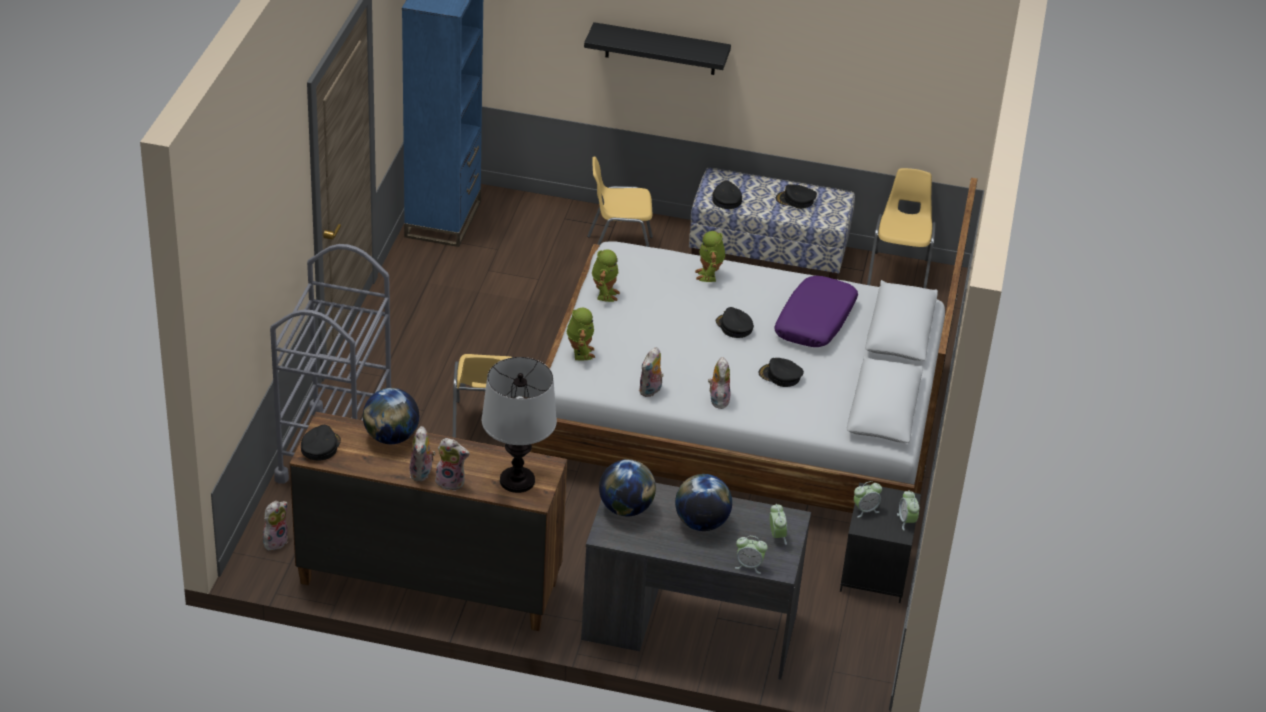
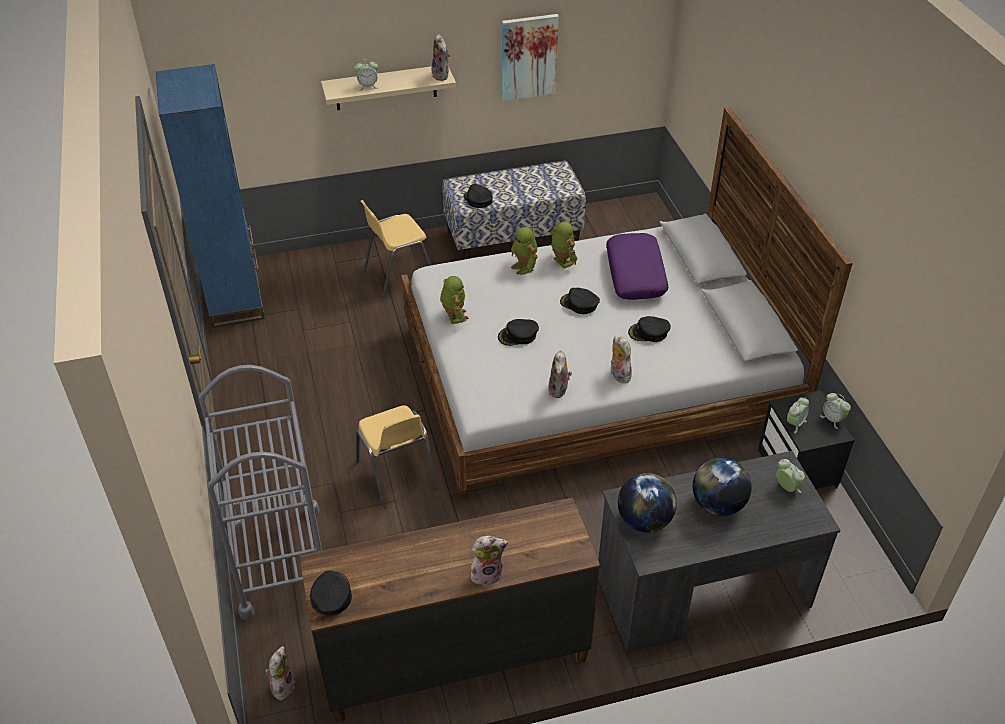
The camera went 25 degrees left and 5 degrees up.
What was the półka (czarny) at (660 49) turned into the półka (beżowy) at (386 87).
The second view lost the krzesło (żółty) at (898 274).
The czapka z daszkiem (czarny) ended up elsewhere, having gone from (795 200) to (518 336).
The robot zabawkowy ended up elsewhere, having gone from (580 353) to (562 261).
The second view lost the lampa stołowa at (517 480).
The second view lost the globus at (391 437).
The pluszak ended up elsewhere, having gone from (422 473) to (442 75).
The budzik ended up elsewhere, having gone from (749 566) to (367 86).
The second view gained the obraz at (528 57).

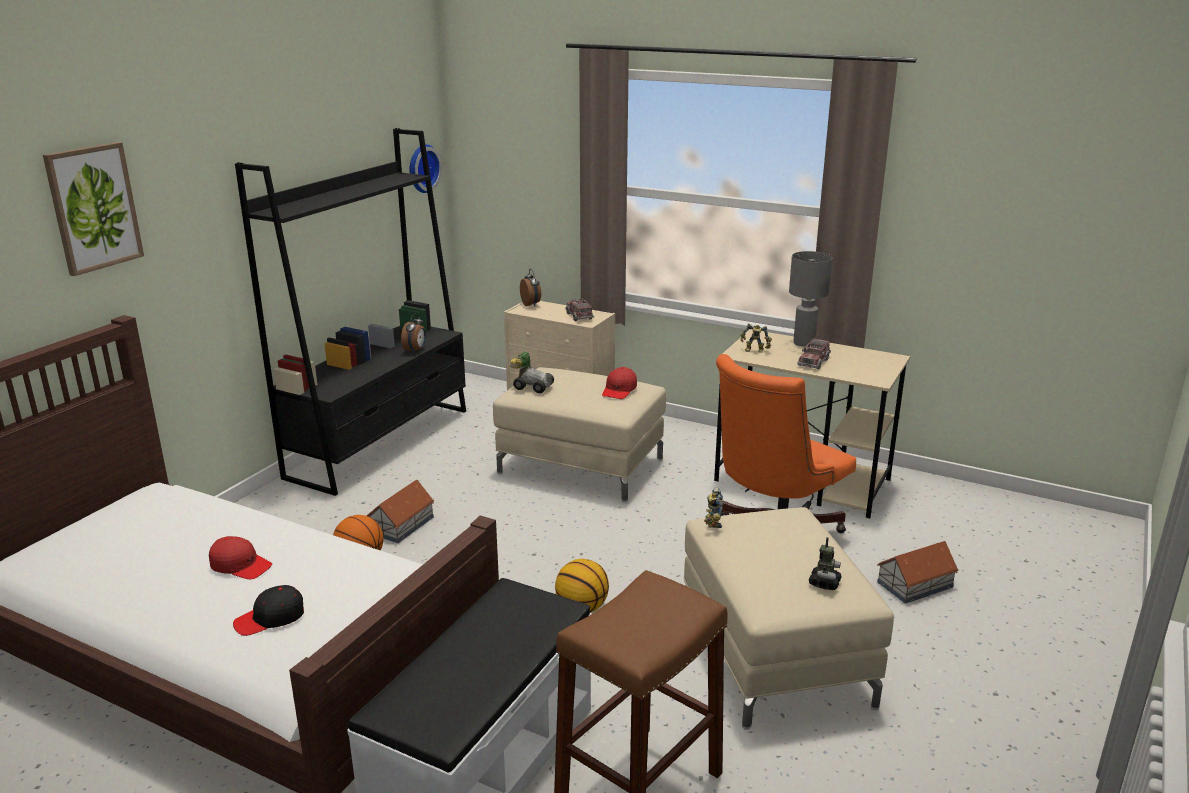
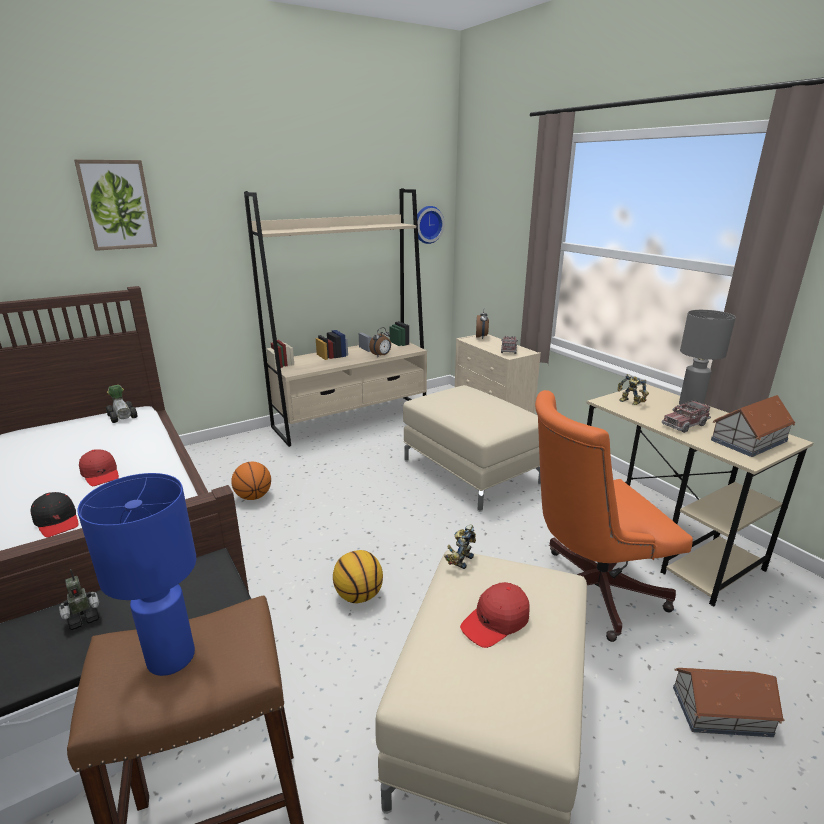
The camera went 30 degrees right and 0 degrees up.
What was the regał (czarny) at (380 442) turned into the regał (beżowy) at (352 418).
The samochodzik ended up elsewhere, having gone from (532 386) to (123 416).
The czapka z daszkiem (czerwony) ended up elsewhere, having gone from (619 390) to (496 622).
The domek ended up elsewhere, having gone from (402 524) to (749 440).
The robot zabawkowy ended up elsewhere, having gone from (824 583) to (83 618).
The czapka z daszkiem (czarny) at (270 618) ended up facing another way, 135 degrees counterclockwise from before.
The second view gained the lampa stołowa (niebieski) at (172 657).

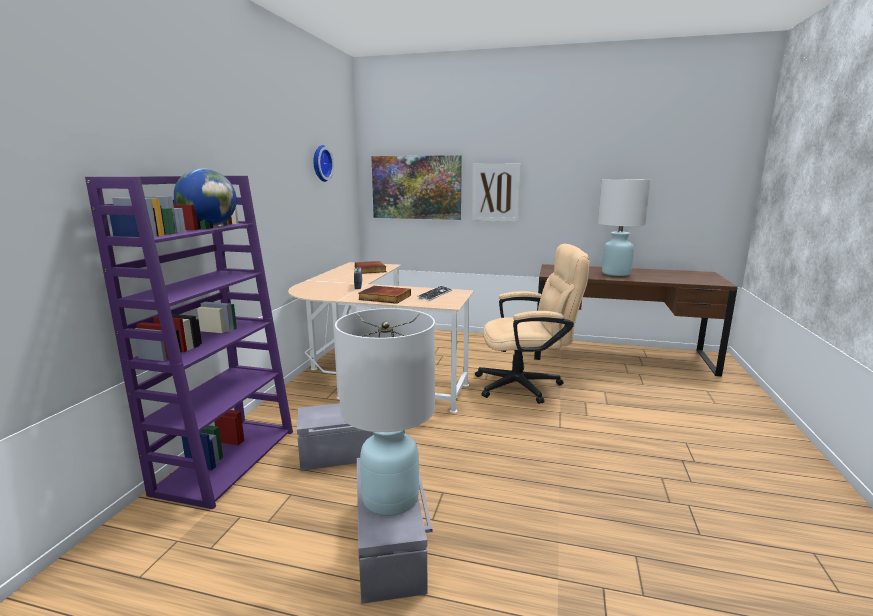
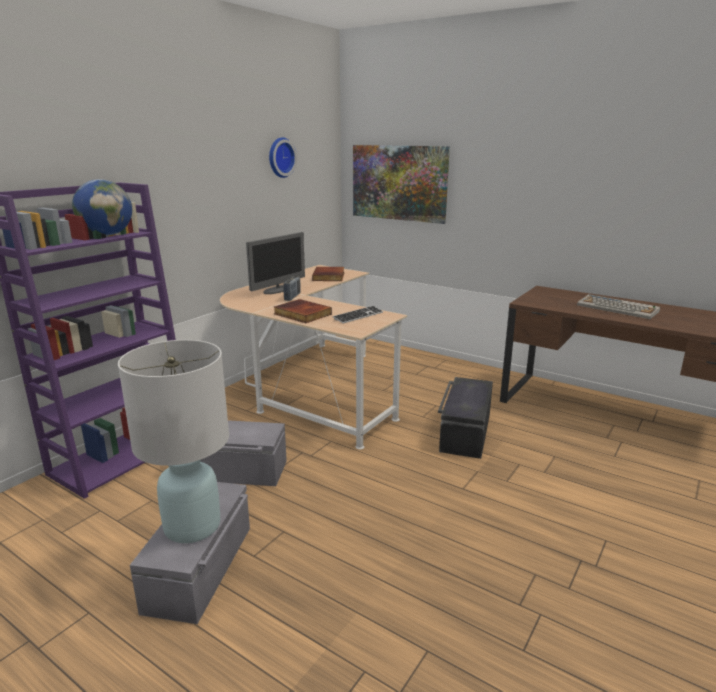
The camera went 20 degrees right and 5 degrees up.
The second view lost the obraz at (495 192).
Where the lampa stołowa (biały) stood at (616 273), the klawiatura came to stand at (618 308).
Where the krzesło biurowe (beżowy) stood at (526 385), the pojemnik do przechowywania (czarny) came to stand at (464 432).
The second view gained the monitor at (278 290).

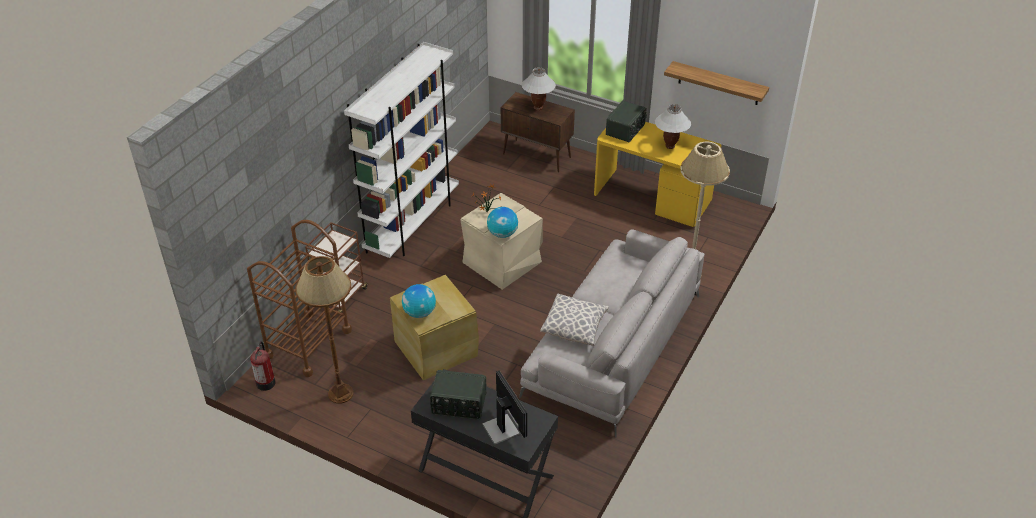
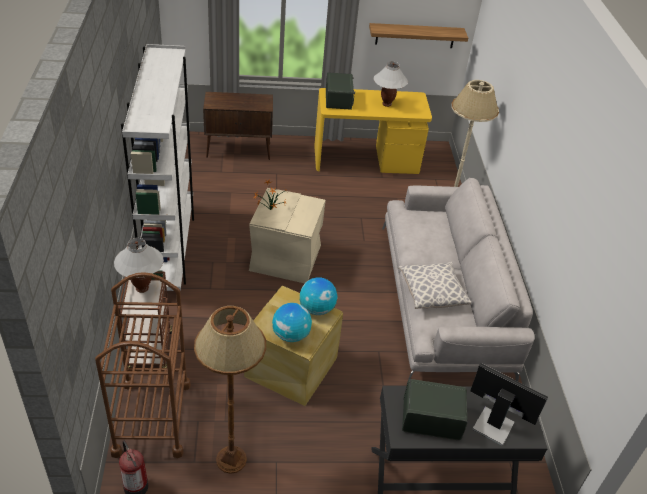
The camera went 35 degrees left and 0 degrees up.
The lampa stołowa (biały) ended up elsewhere, having gone from (538 108) to (142 288).
The globus ended up elsewhere, having gone from (502 234) to (317 309).
The radio at (458 404) ended up facing another way, 150 degrees counterclockwise from before.

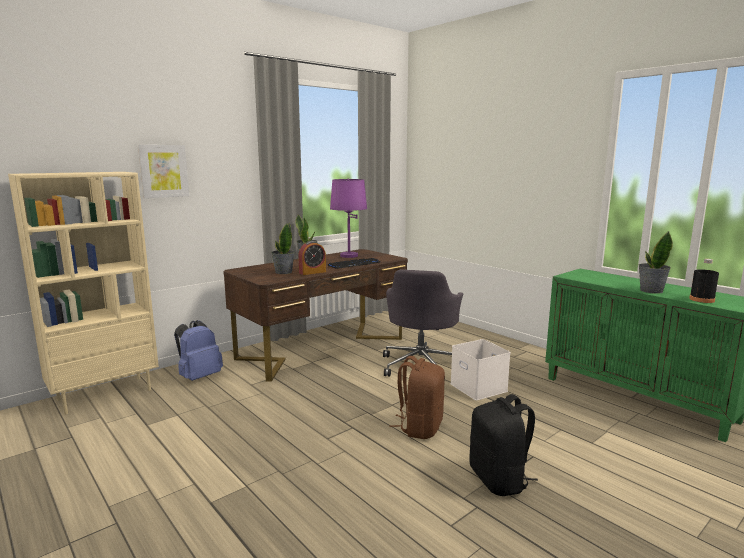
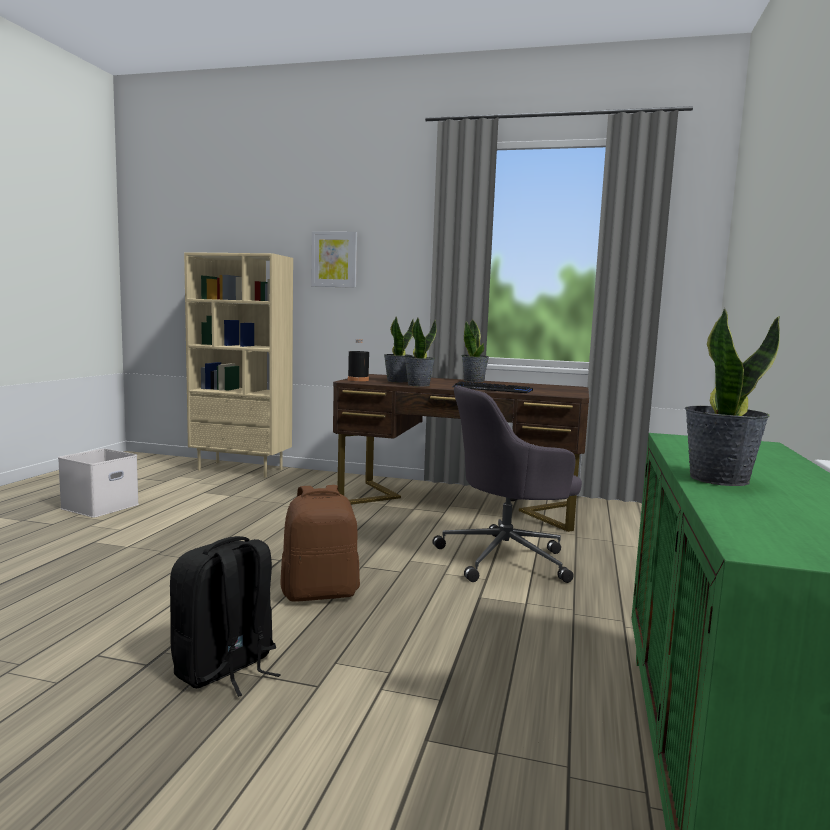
The camera went 55 degrees right and 5 degrees down.
The second view lost the lampa stołowa (fioletowy) at (348 256).
Where the budzik stood at (312 272), the roślina doniczkowa came to stand at (418 385).
The butelka (czarny) ended up elsewhere, having gone from (701 299) to (358 380).
The second view lost the plecak (niebieski) at (199 377).
The pojemnik do przechowywania (biały) ended up elsewhere, having gone from (477 387) to (100 506).

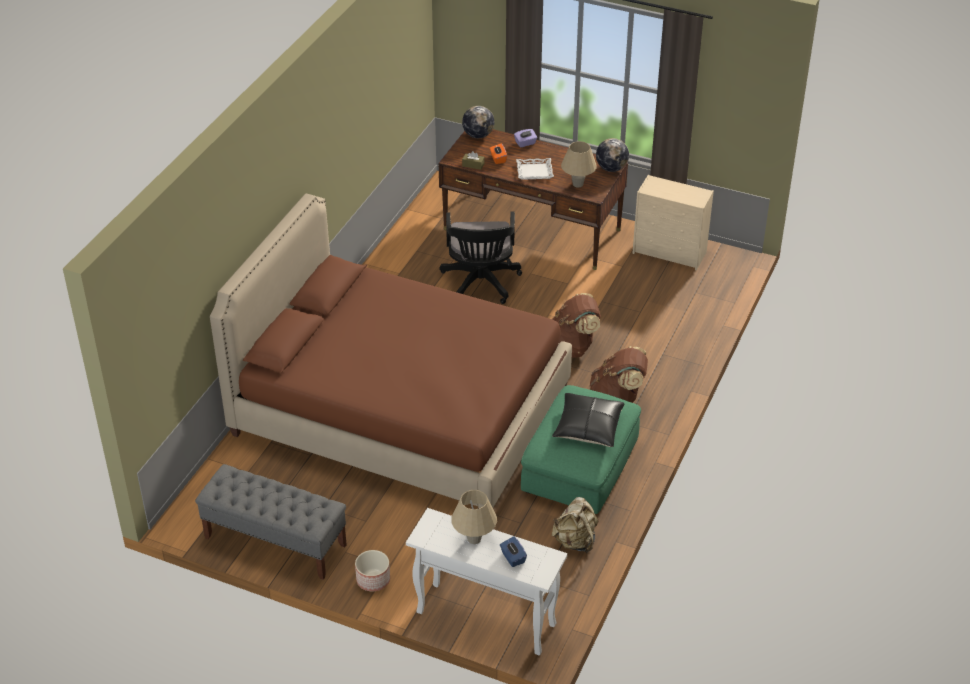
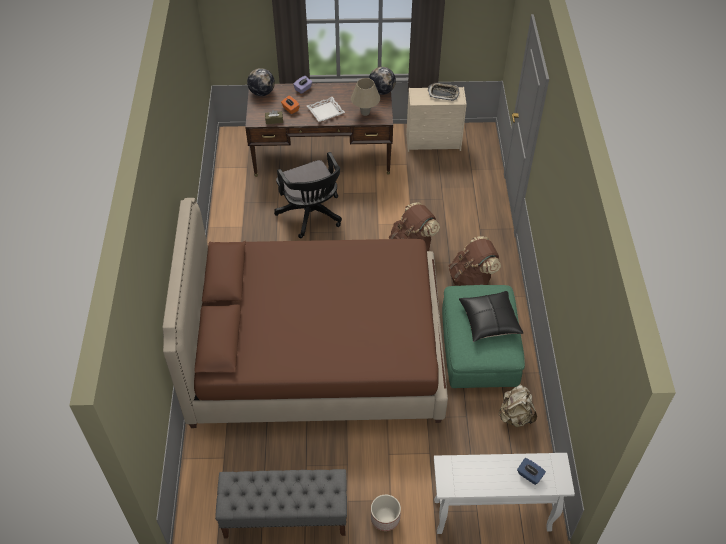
The camera went 25 degrees left and 10 degrees up.
The second view lost the lampa stołowa (beżowy) at (474 539).
The second view gained the taca at (443 93).

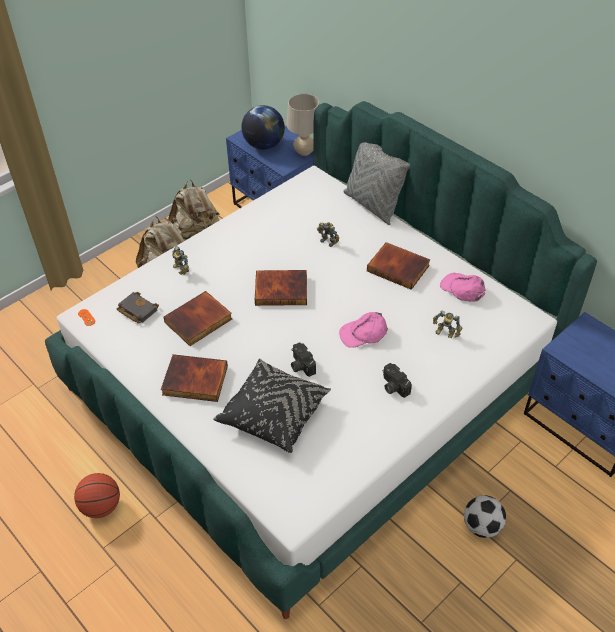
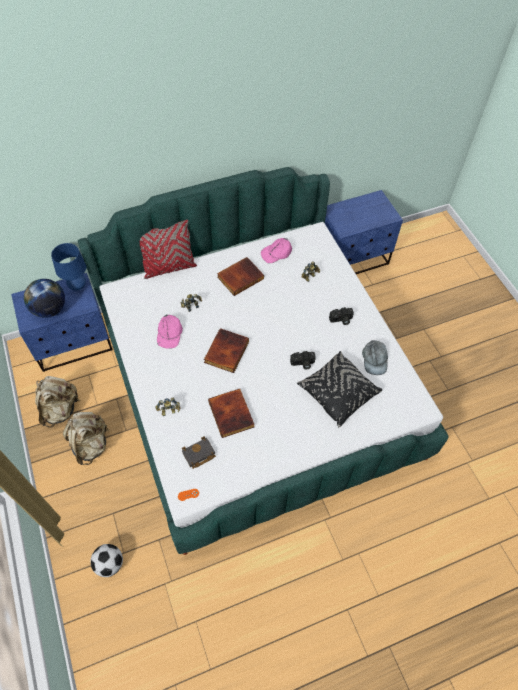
The camera went 70 degrees left and 10 degrees up.
What was the lampa stołowa (beżowy) at (304 152) turned into the lampa stołowa (niebieski) at (78 286).
What was the poduszka (szary) at (372 205) turned into the poduszka (czerwony) at (169 267).
The czapka z daszkiem (różowy) ended up elsewhere, having gone from (363 333) to (169 333).
The second view lost the książka at (194 381).
The second view lost the piłka do koszykówki at (101 506).
The piłka futbolowa ended up elsewhere, having gone from (481 526) to (109 564).
The second view gained the czapka z daszkiem (szary) at (374 359).

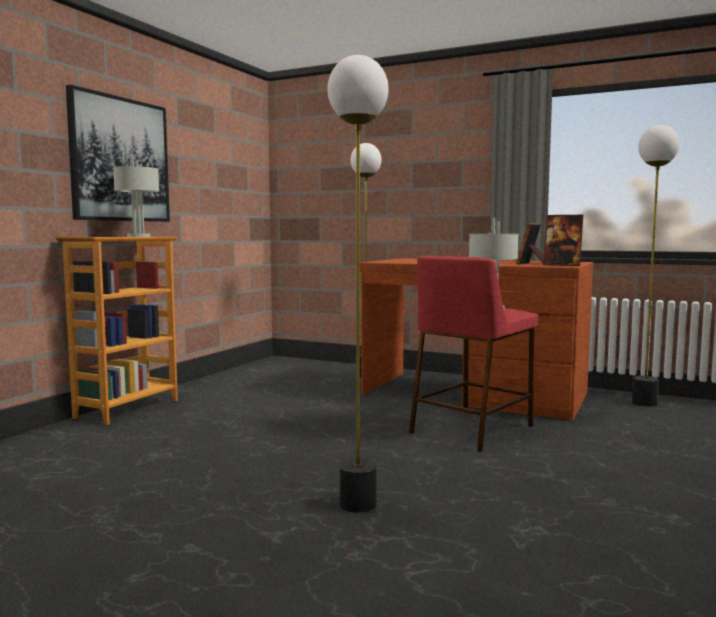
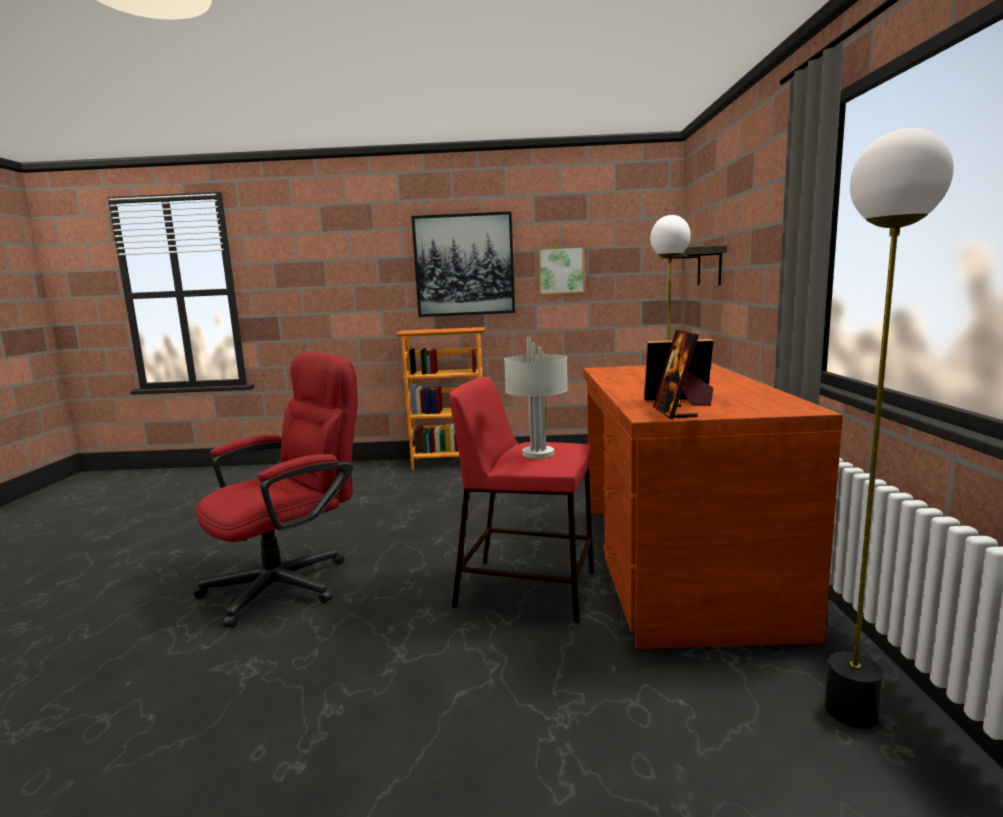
The camera went 65 degrees right and 5 degrees up.
Where the lampa stojąca stood at (358 504), the krzesło biurowe (czerwony) came to stand at (291 582).
The second view lost the lampa stołowa (szary) at (139 236).
The second view gained the półka at (709 266).
The second view gained the obraz at (561 270).

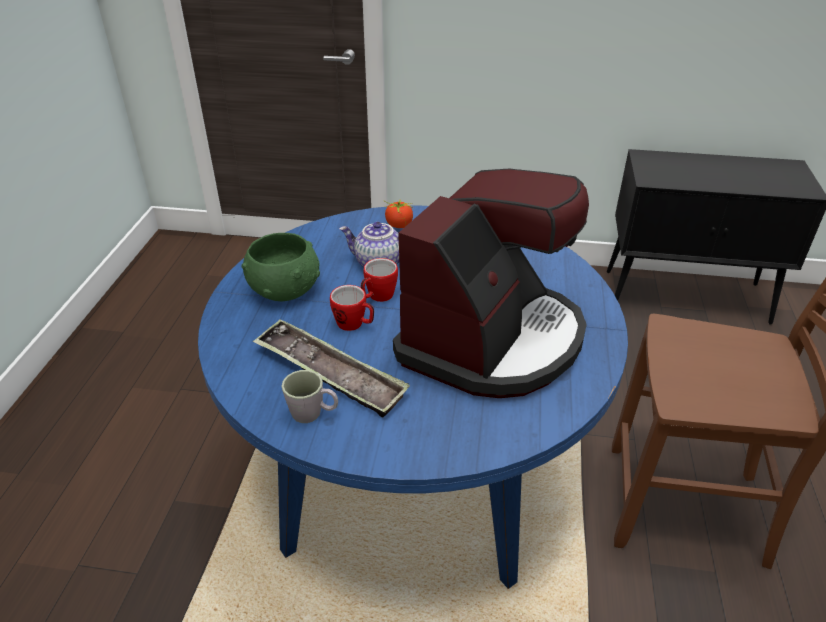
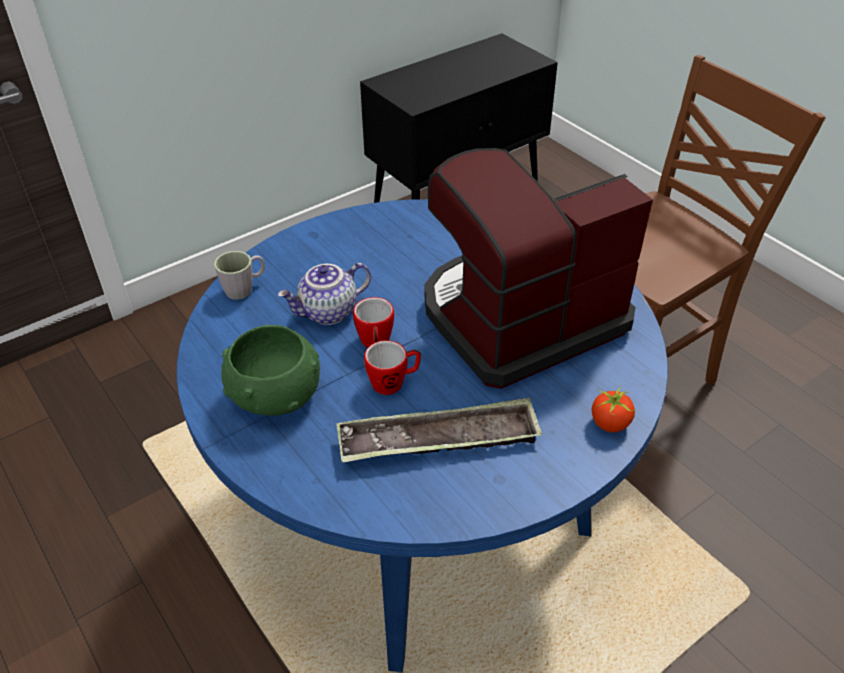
The camera went 45 degrees left and 5 degrees up.
The ekspres do kawy at (492 340) ended up facing another way, 105 degrees counterclockwise from before.
The pomidor ended up elsewhere, having gone from (398 225) to (610 424).
The kubek (szary) ended up elsewhere, having gone from (313 414) to (244 288).

